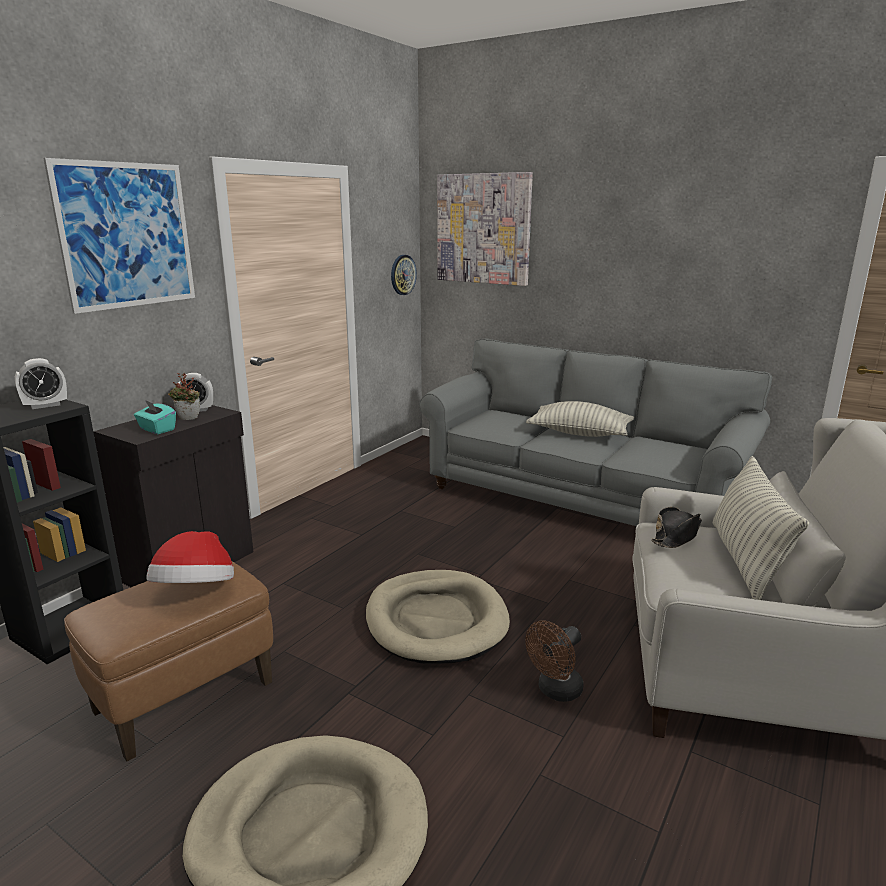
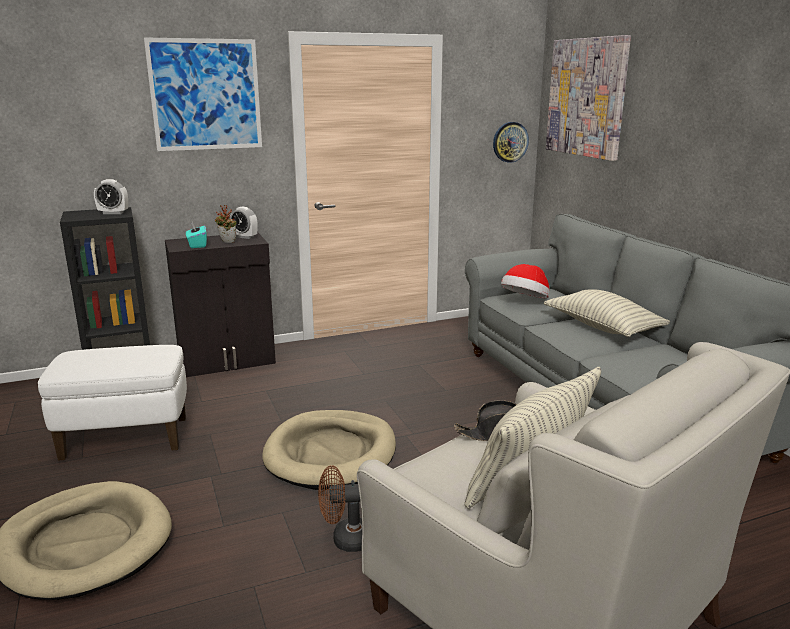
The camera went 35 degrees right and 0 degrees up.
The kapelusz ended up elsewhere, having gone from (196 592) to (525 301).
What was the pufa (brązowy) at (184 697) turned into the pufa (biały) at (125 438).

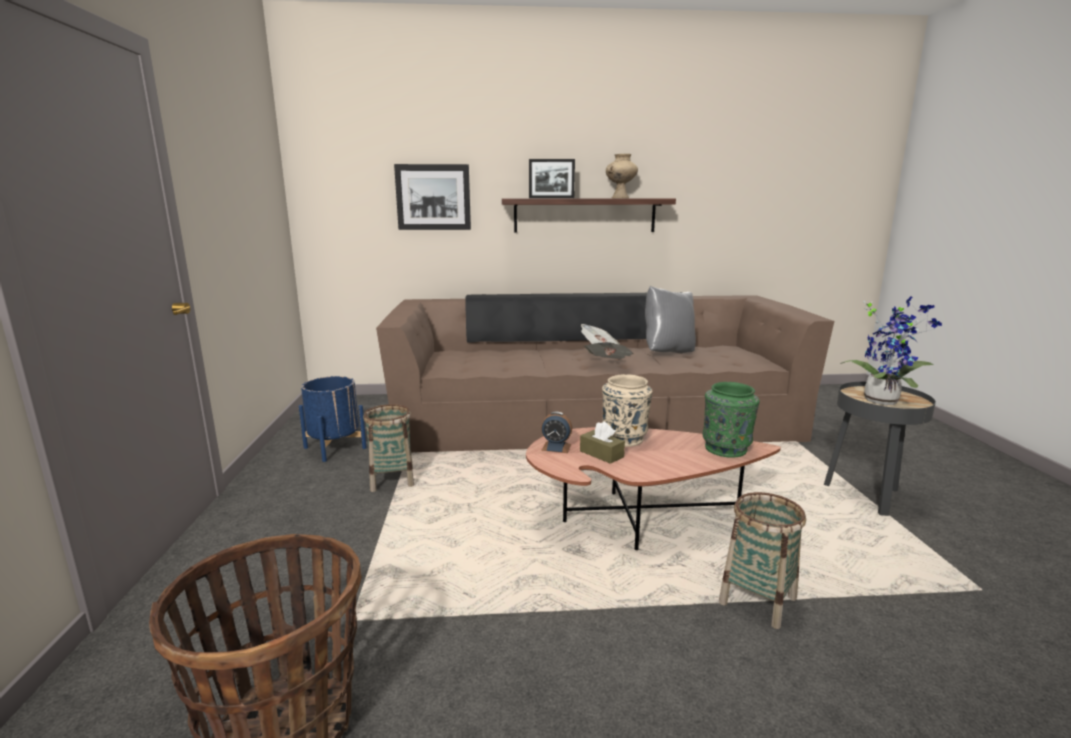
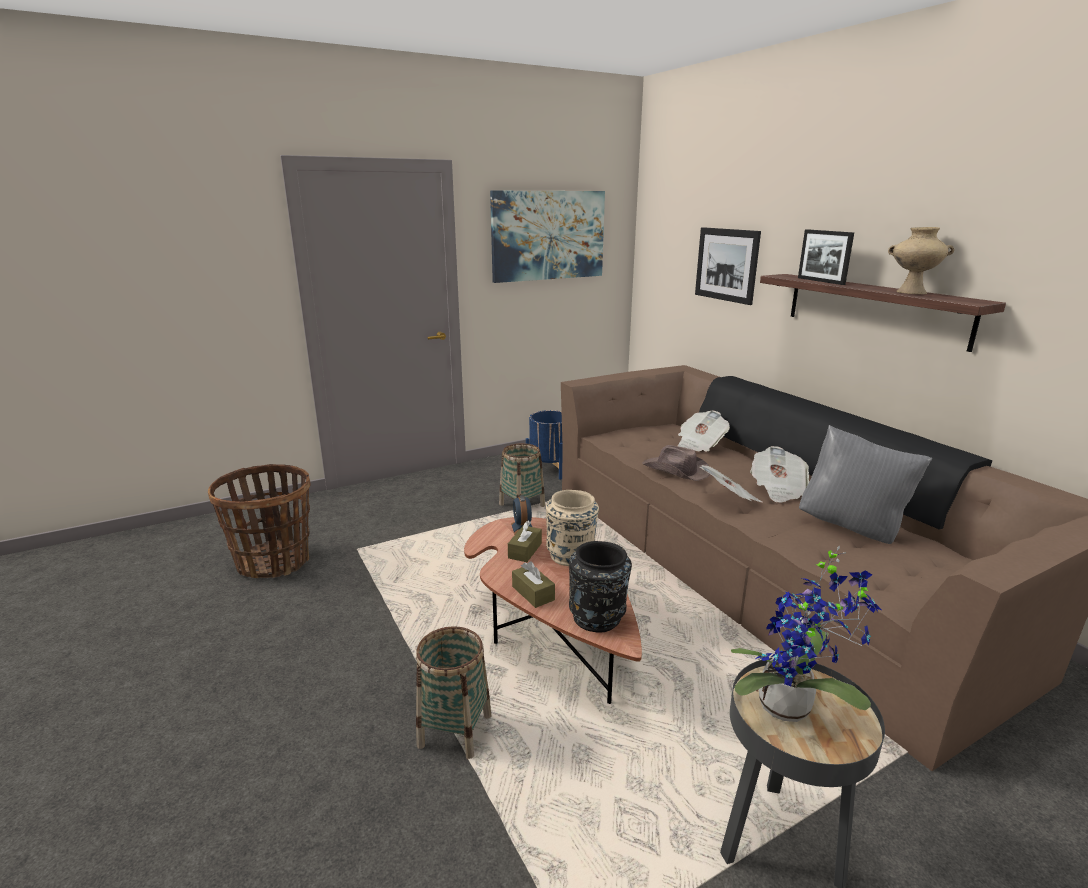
The camera went 65 degrees right and 5 degrees up.
What was the wazon (zielony) at (726 448) turned into the wazon (czarny) at (598 618).
The second view gained the obraz at (548 235).
The second view gained the gazeta at (699 444).
The second view gained the kapelusz (brązowy) at (676 470).
The second view gained the pudełko chusteczek (brązowy) at (533 593).

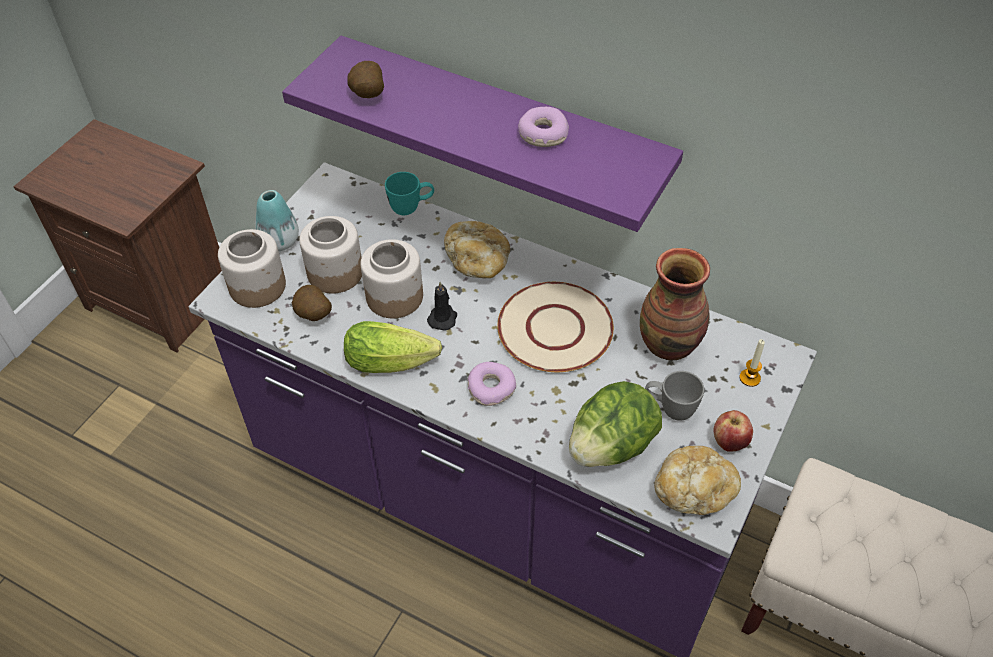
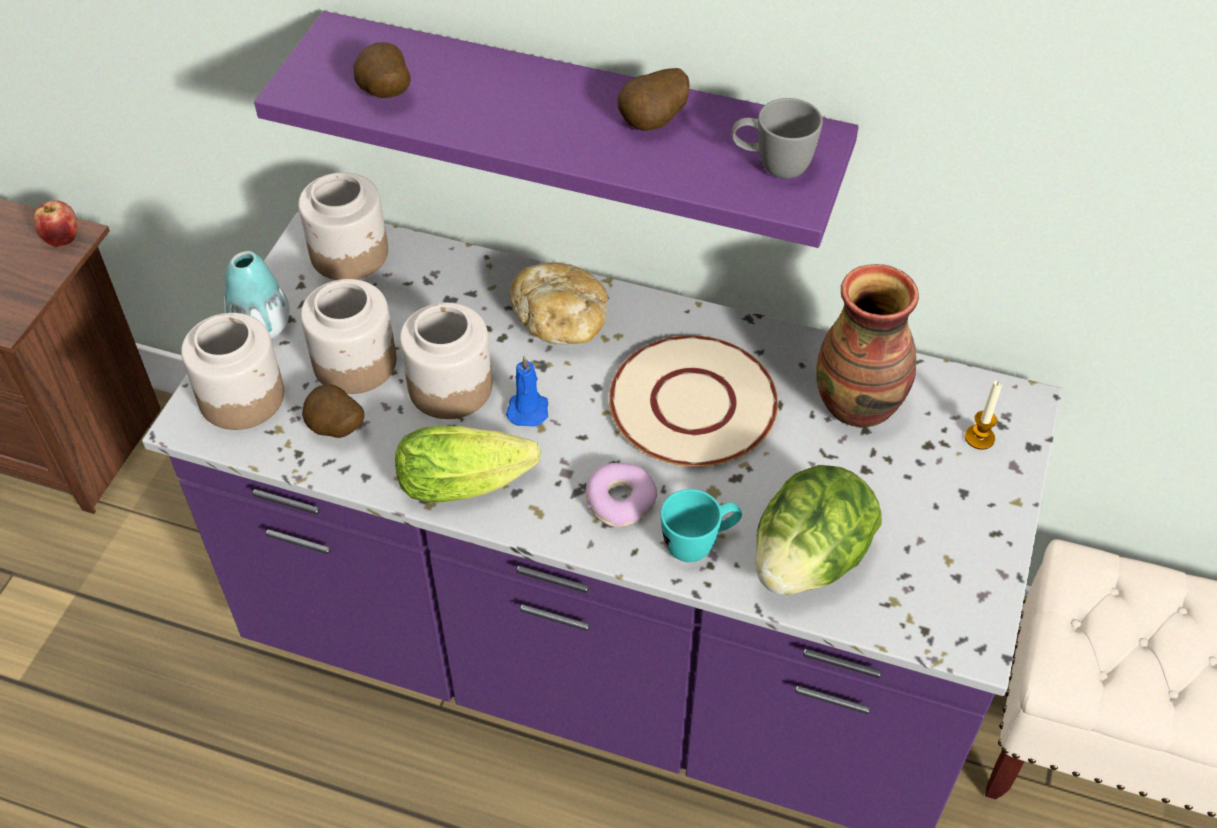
The camera went 10 degrees left and 0 degrees up.
Where the donut stood at (542 134), the ziemniak came to stand at (654 123).
The kubek (turkusowy) ended up elsewhere, having gone from (411 208) to (699 544).
What was the świeca (czarny) at (443 318) turned into the świeca (niebieski) at (528 408).
The kubek (szary) ended up elsewhere, having gone from (670 409) to (772 166).
The jabłko ended up elsewhere, having gone from (729 442) to (62 239).
The second view lost the chleb at (694 490).
The second view gained the słoik at (350 253).

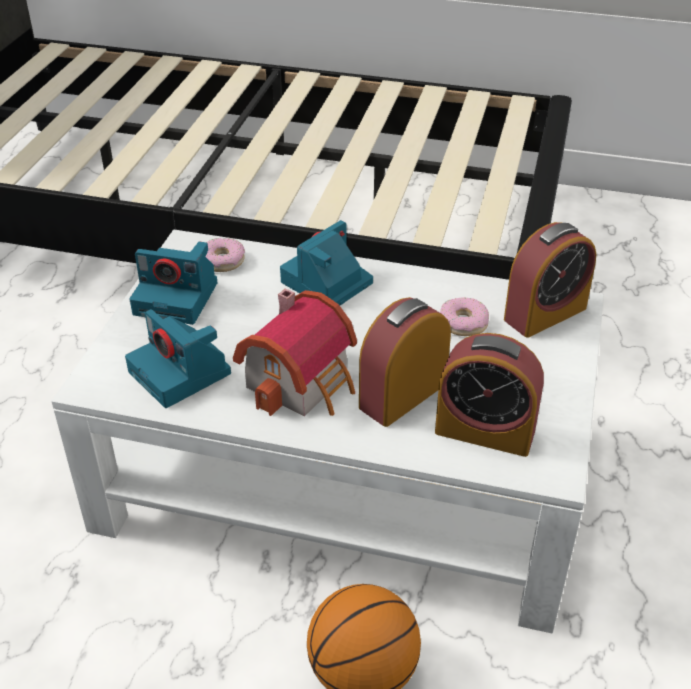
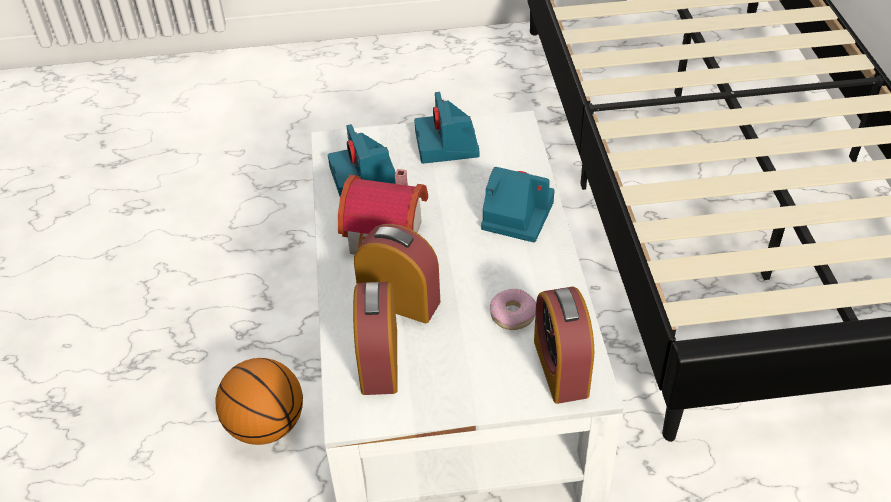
The camera went 70 degrees right and 5 degrees up.
The budzik at (545 314) ended up facing another way, 45 degrees clockwise from before.
The second view lost the donut at (222 261).
The aparat fotograficzny at (181 373) ended up facing another way, 45 degrees counterclockwise from before.

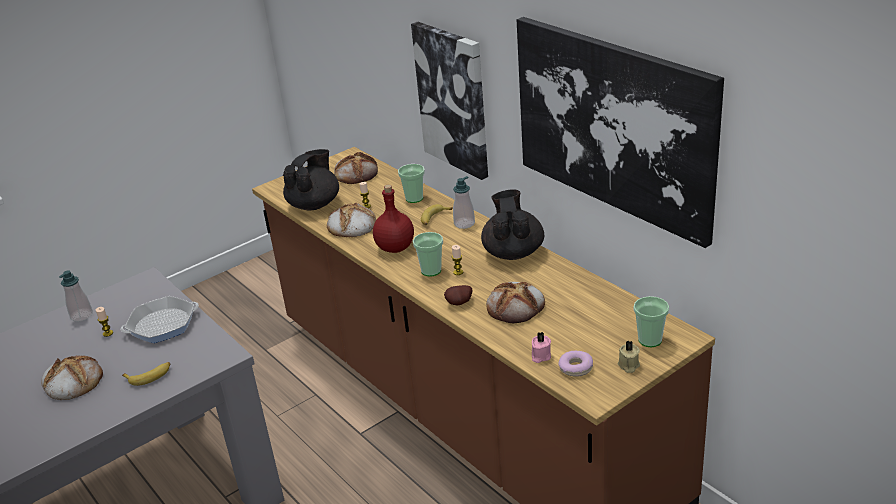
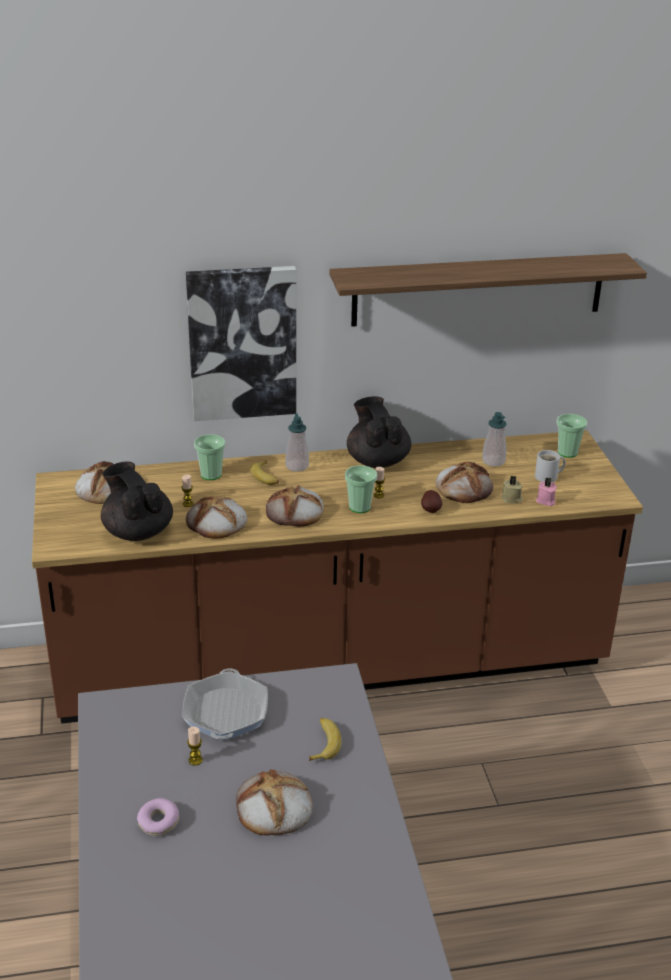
The camera went 65 degrees left and 0 degrees up.
Where the obraz hung at (613 125), the półka came to hang at (478 289).
Where the butelka (czerwony) stood at (396 248), the chleb came to stand at (295 512).
The imbryk (czarny) at (513 252) ended up facing another way, 45 degrees clockwise from before.
The dozownik mydła ended up elsewhere, having gone from (81 316) to (493 461).
The świeca (beżowy) ended up elsewhere, having gone from (628 366) to (511 499).
The donut ended up elsewhere, having gone from (575 368) to (158 822).
The second view gained the kubek (biały) at (548 477).

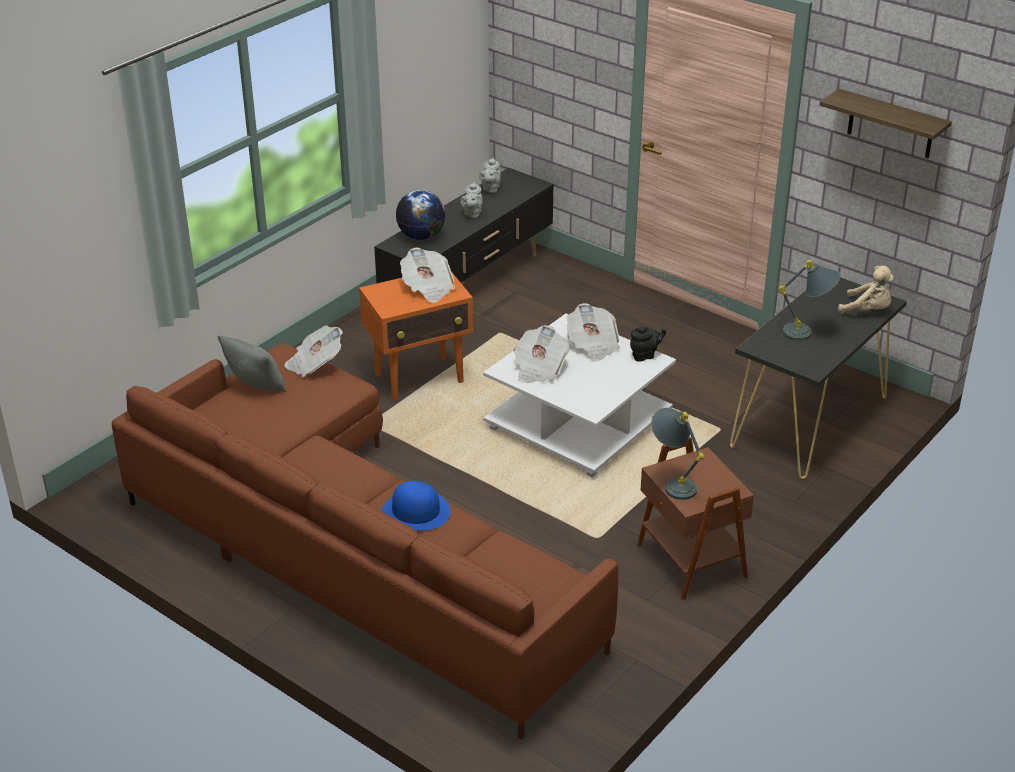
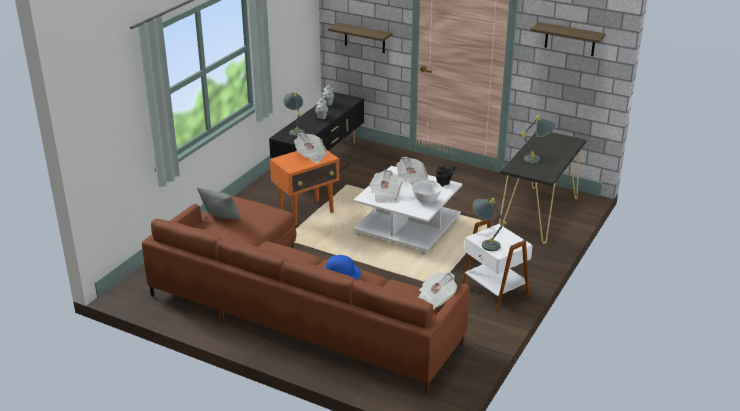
The camera went 10 degrees left and 5 degrees down.
Where the globus stood at (421 236), the lampa stołowa (szary) came to stand at (295 131).
The second view lost the pluszak (beżowy) at (867 310).
The gazeta ended up elsewhere, having gone from (314 364) to (434 300).
What was the stolik (brązowy) at (689 561) turned into the stolik (biały) at (494 292).
The second view gained the półka at (364 38).
The second view gained the miska (biały) at (426 201).

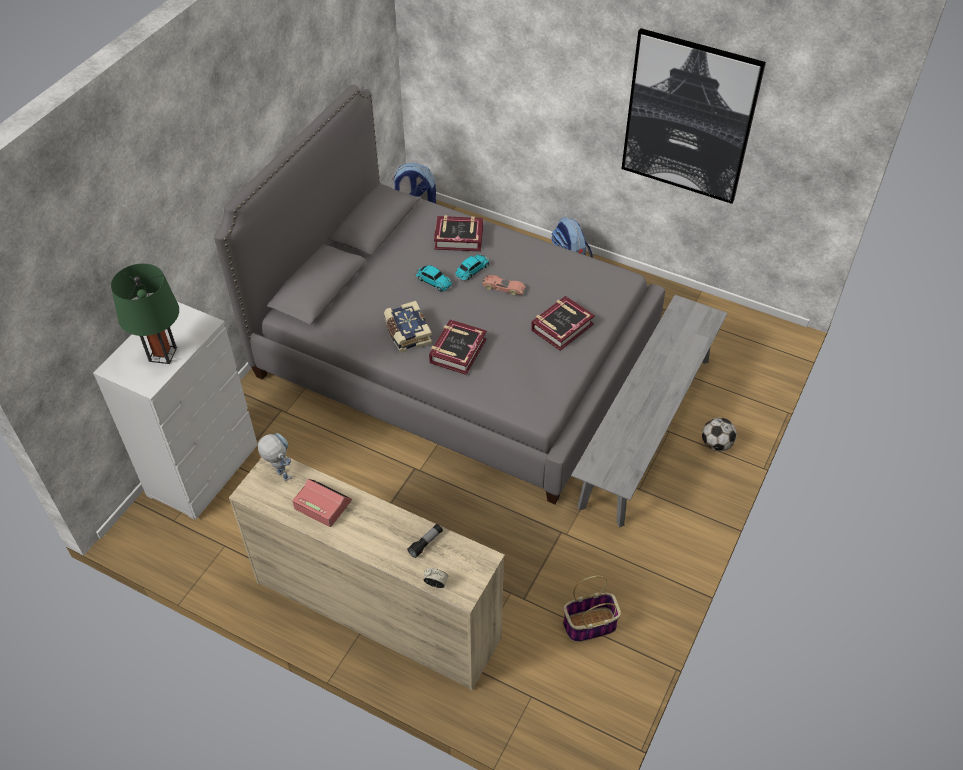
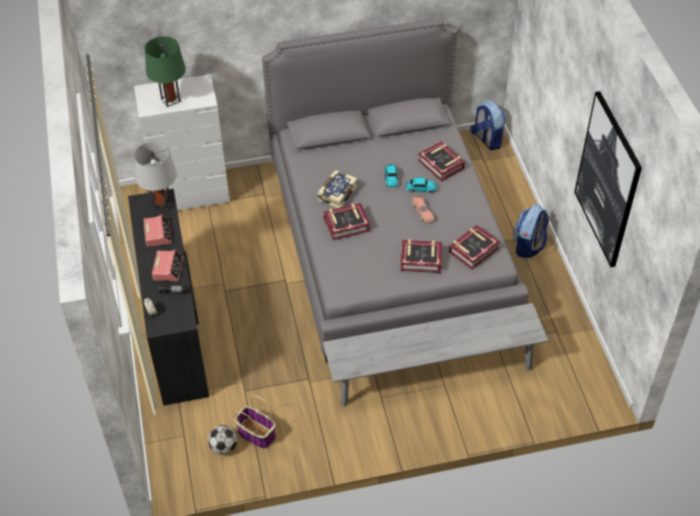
The camera went 50 degrees right and 0 degrees up.
The piłka futbolowa ended up elsewhere, having gone from (716 444) to (224 447).
Where the robot zabawkowy stood at (279 473), the lampa stołowa (szary) came to stand at (161 204).
What was the komoda (beżowy) at (377 608) turned into the komoda (czarny) at (176 329).
The second view gained the książka at (473 250).
The second view gained the budzik at (168 269).

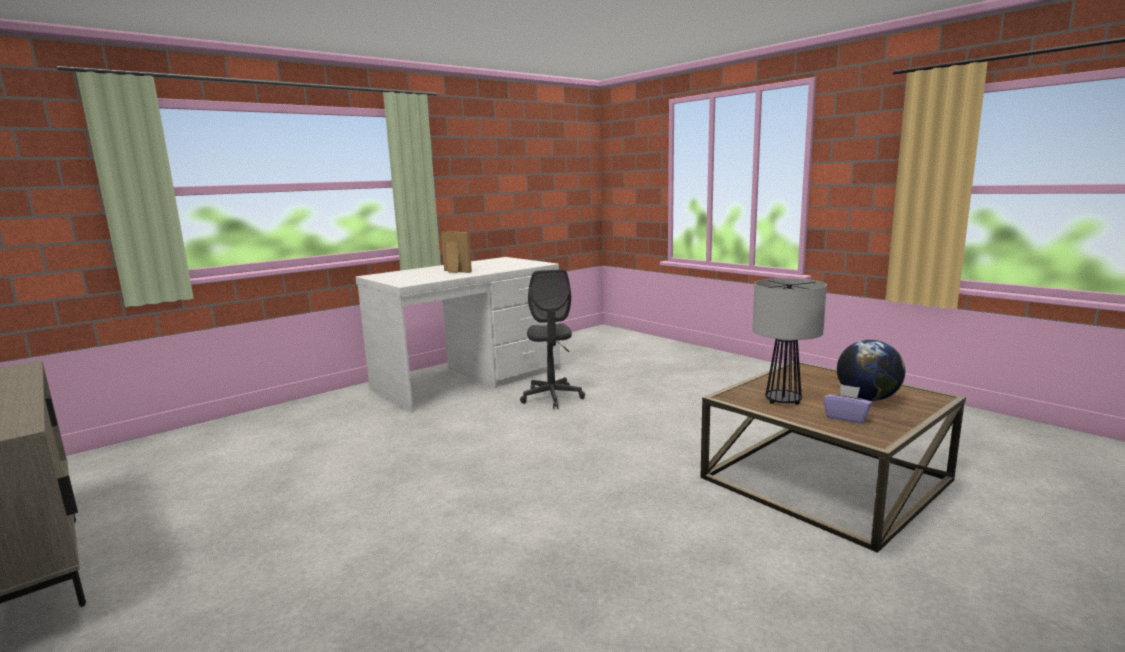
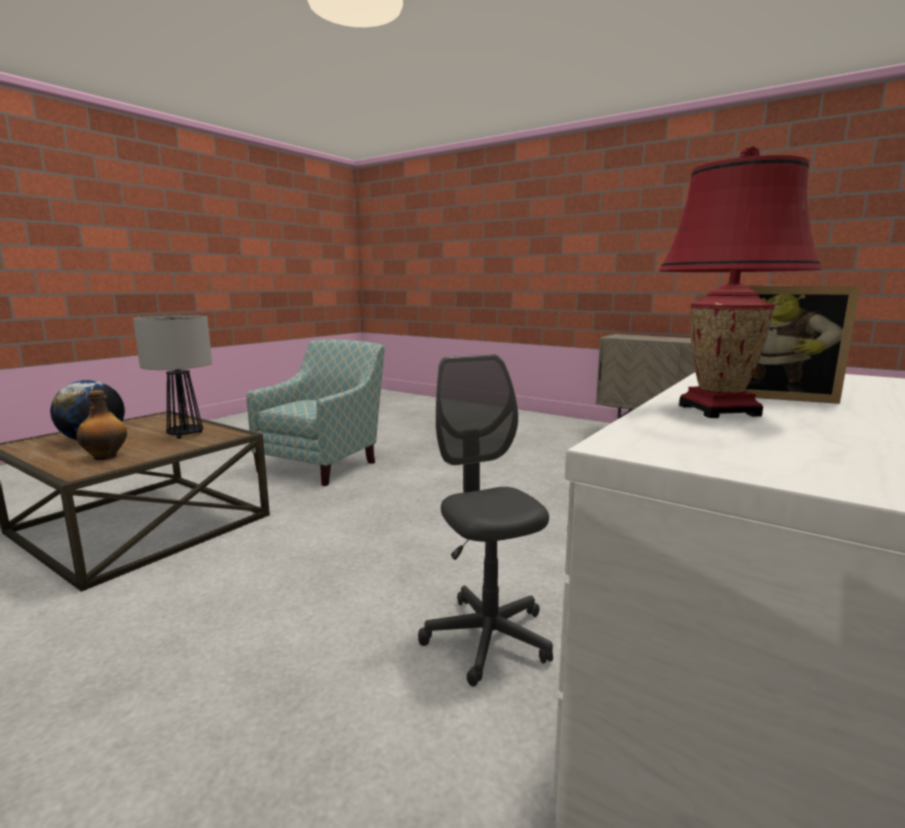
The camera went 165 degrees right and 0 degrees up.
The second view lost the pudełko chusteczek (fioletowy) at (846 417).
The second view gained the lampa stołowa (czerwony) at (719 410).
The second view gained the fotel at (324 463).
The second view gained the butelka at (106 457).

